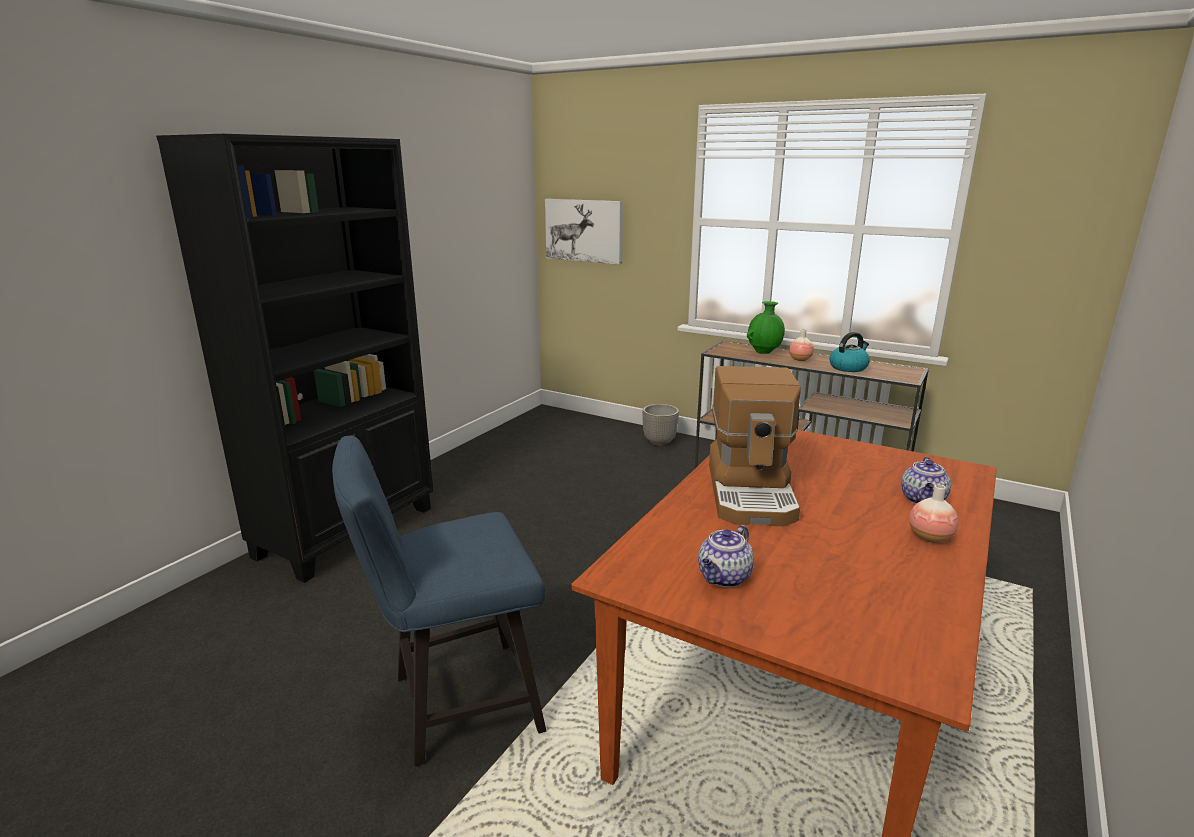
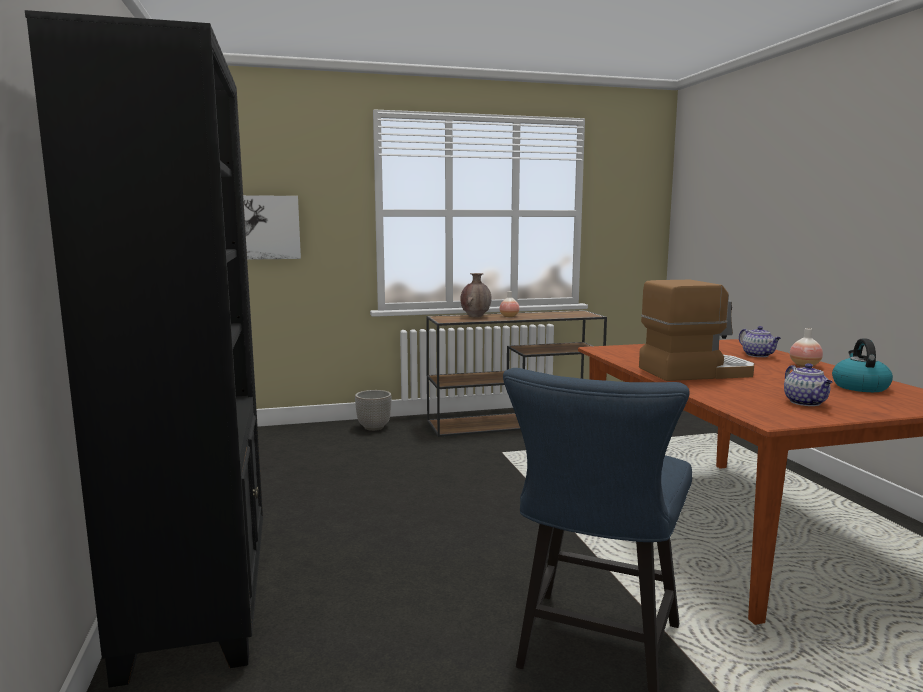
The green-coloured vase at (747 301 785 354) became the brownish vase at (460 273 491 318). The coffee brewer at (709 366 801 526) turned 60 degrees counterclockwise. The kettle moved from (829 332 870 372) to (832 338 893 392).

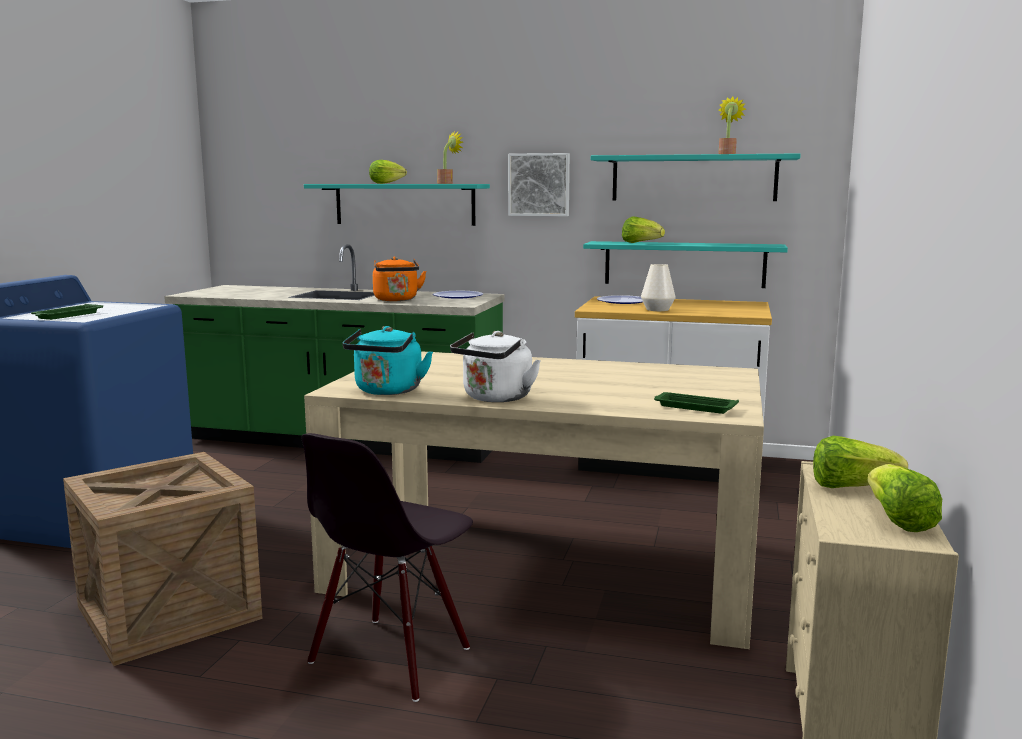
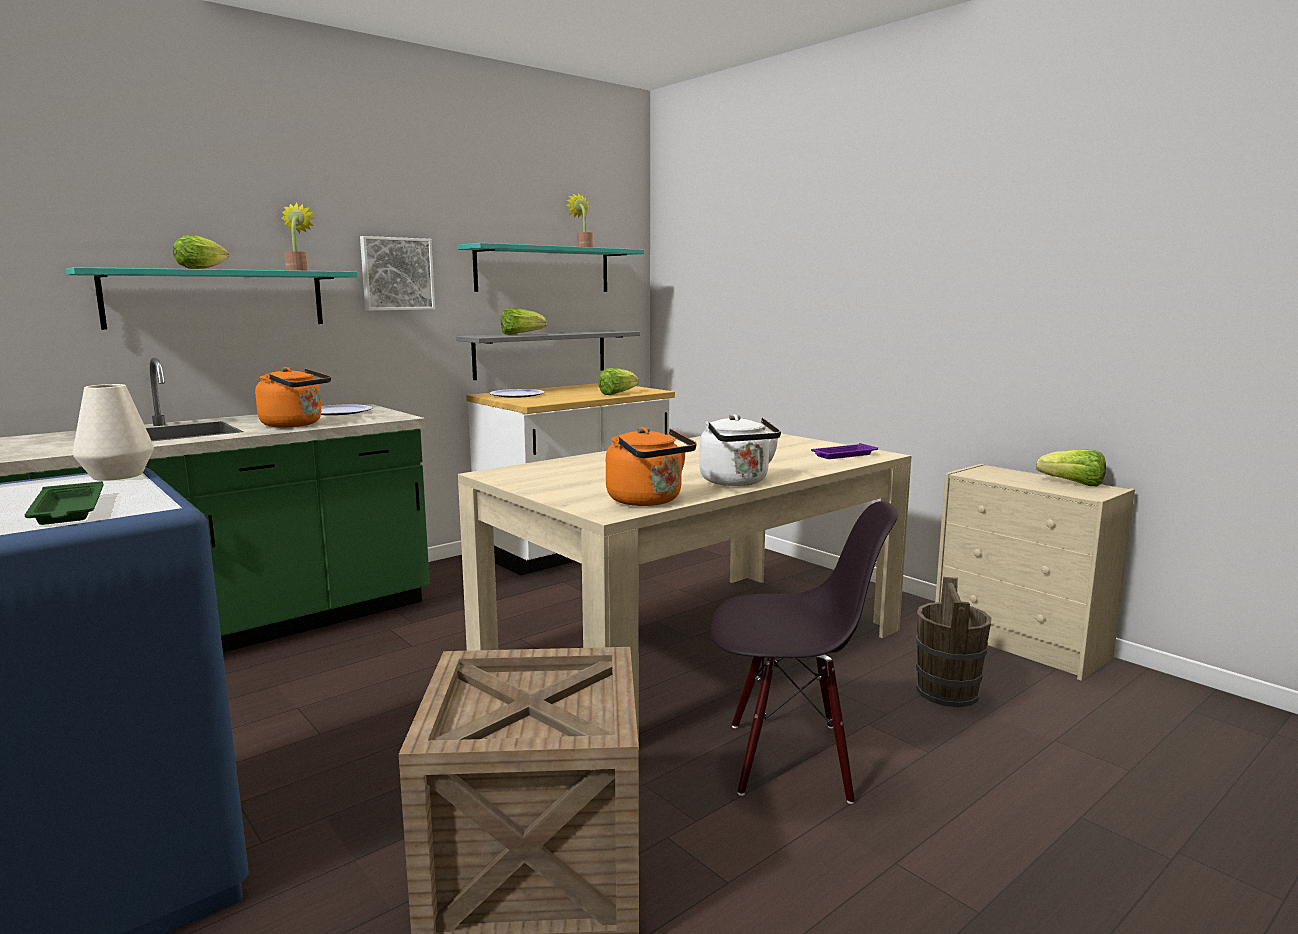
The white vase moved from (641 264 676 311) to (72 384 154 481). The turquoise wall shelf at (583 241 788 288) became the grey wall shelf at (456 330 640 380). The lettuce head moved from (813 436 908 488) to (598 368 639 395). The turquoise kettle at (343 326 433 395) became the orangey kettle at (606 427 697 506). The black upright chair at (301 433 473 702) turned 60 degrees counterclockwise. The green-coloured tray at (654 392 739 414) became the purplish tray at (811 443 878 459). The brownish water bucket at (916 577 992 707) appeared.

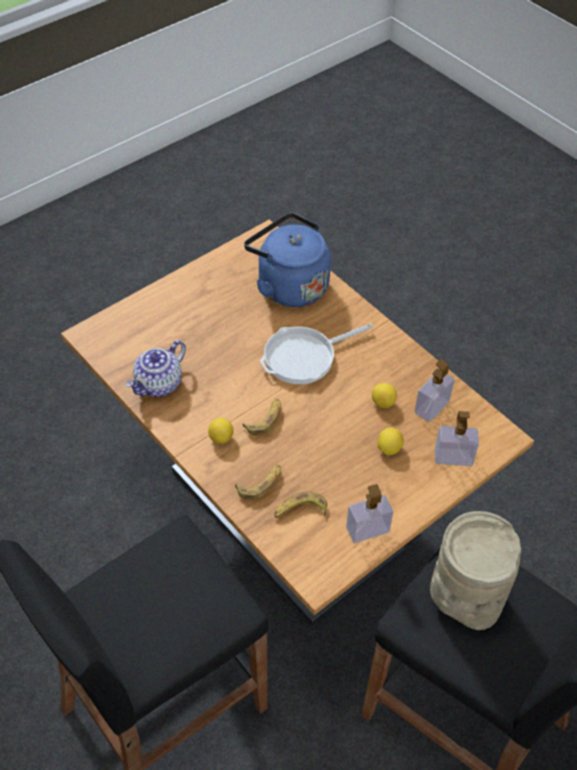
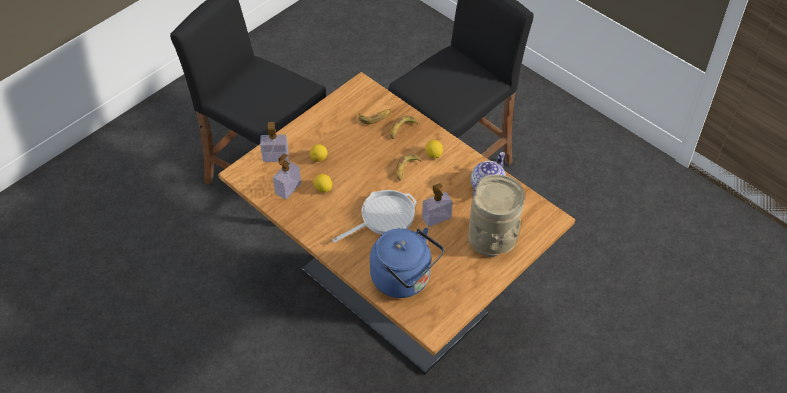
The soap bottle moved from (346 484 393 543) to (422 183 453 227). The beige-coloured vase moved from (430 511 522 630) to (468 175 525 257).

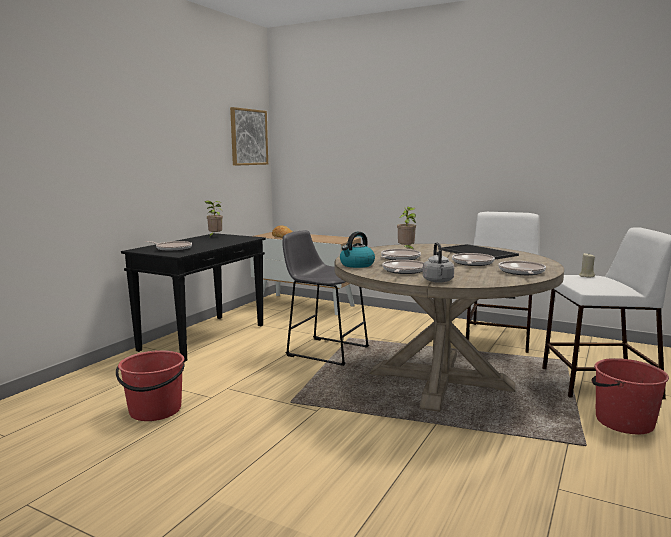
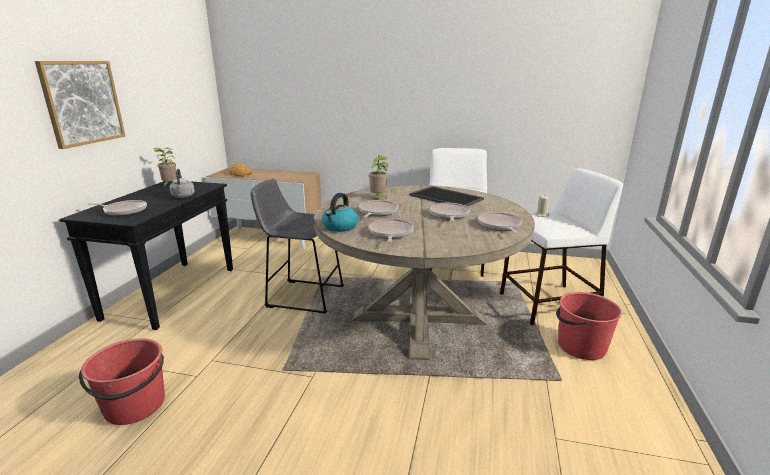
The wall picture moved from (230 107 268 166) to (35 61 125 149). The grey kettle moved from (423 242 454 283) to (170 169 195 198).

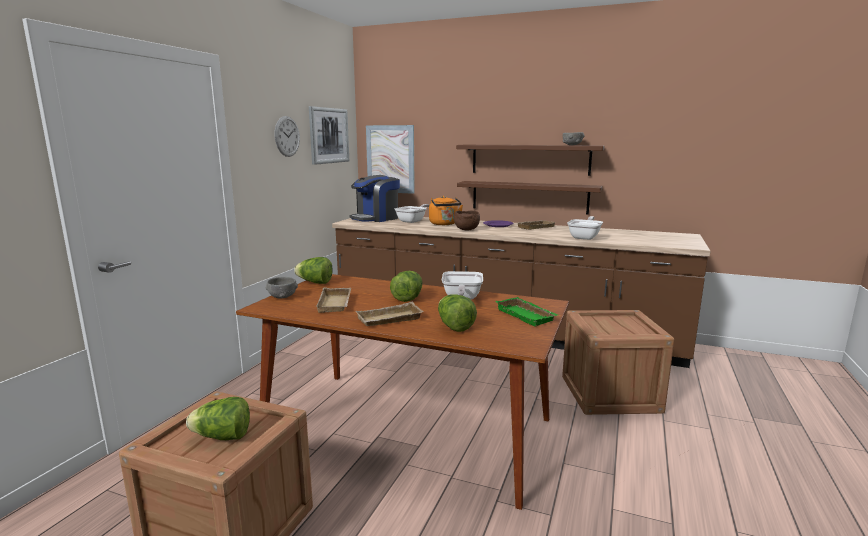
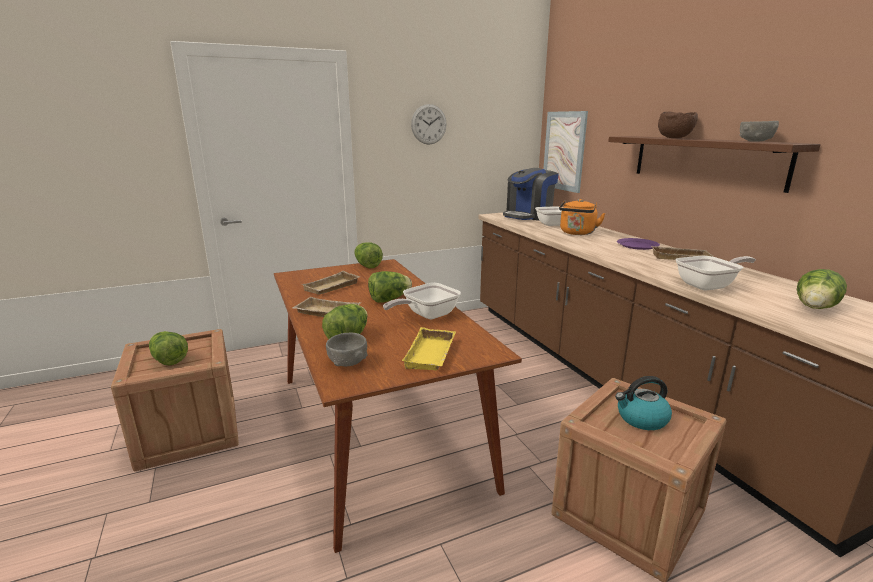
The grey deep dish moved from (265 277 298 299) to (326 333 368 366). The green-coloured tray at (495 297 558 327) became the yellow-coloured tray at (402 327 456 370). The coffee brewer at (350 175 400 222) turned 45 degrees counterclockwise. The kettle at (615 376 672 430) appeared. The brownish deep dish moved from (454 211 480 230) to (658 112 698 138). The lettuce head at (797 269 847 309) appeared. The wall picture at (309 106 349 165) disappeared. The brownish wall shelf at (457 181 602 214) disappeared.

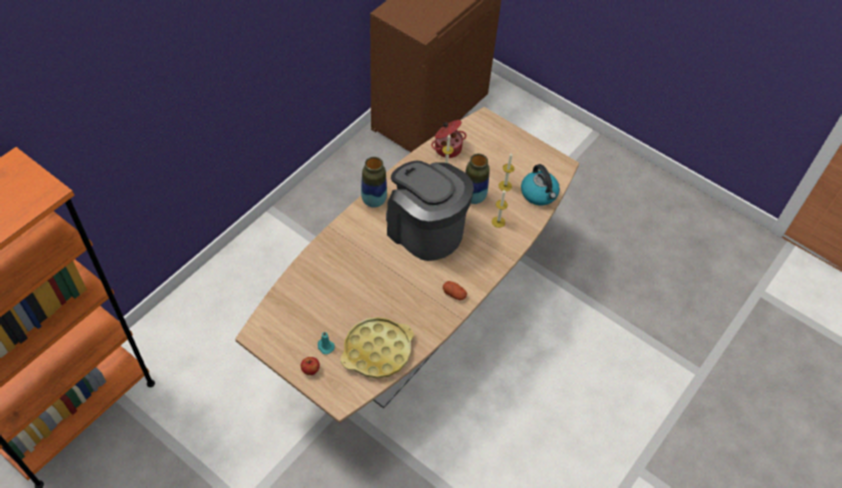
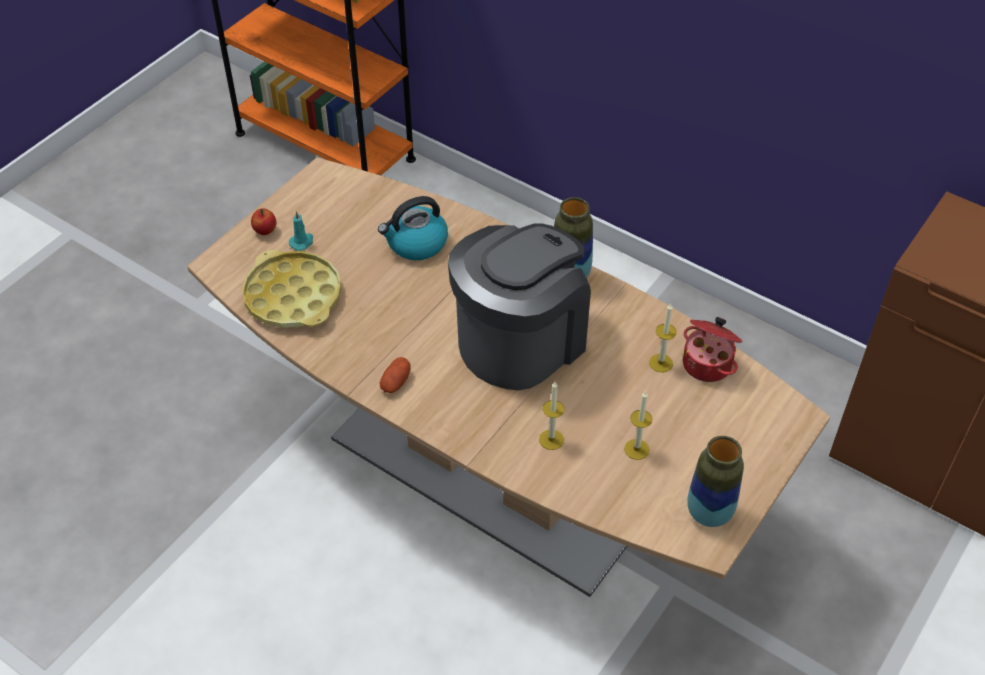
The kettle moved from (521 164 560 206) to (378 196 448 260). The vase moved from (465 154 490 204) to (687 436 744 527).

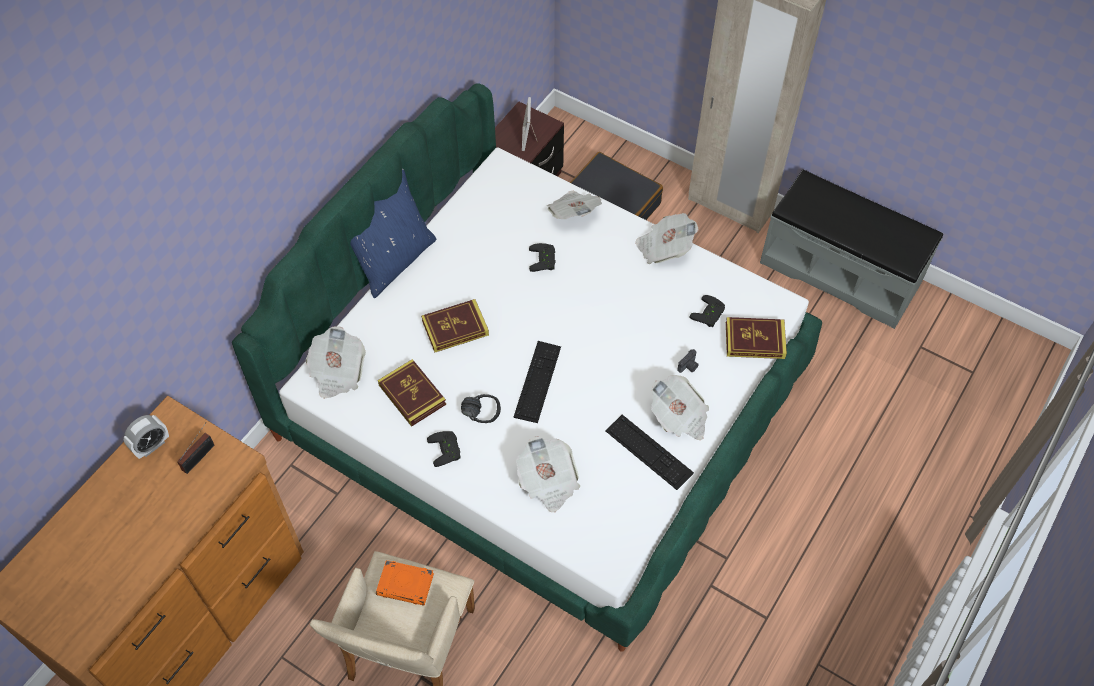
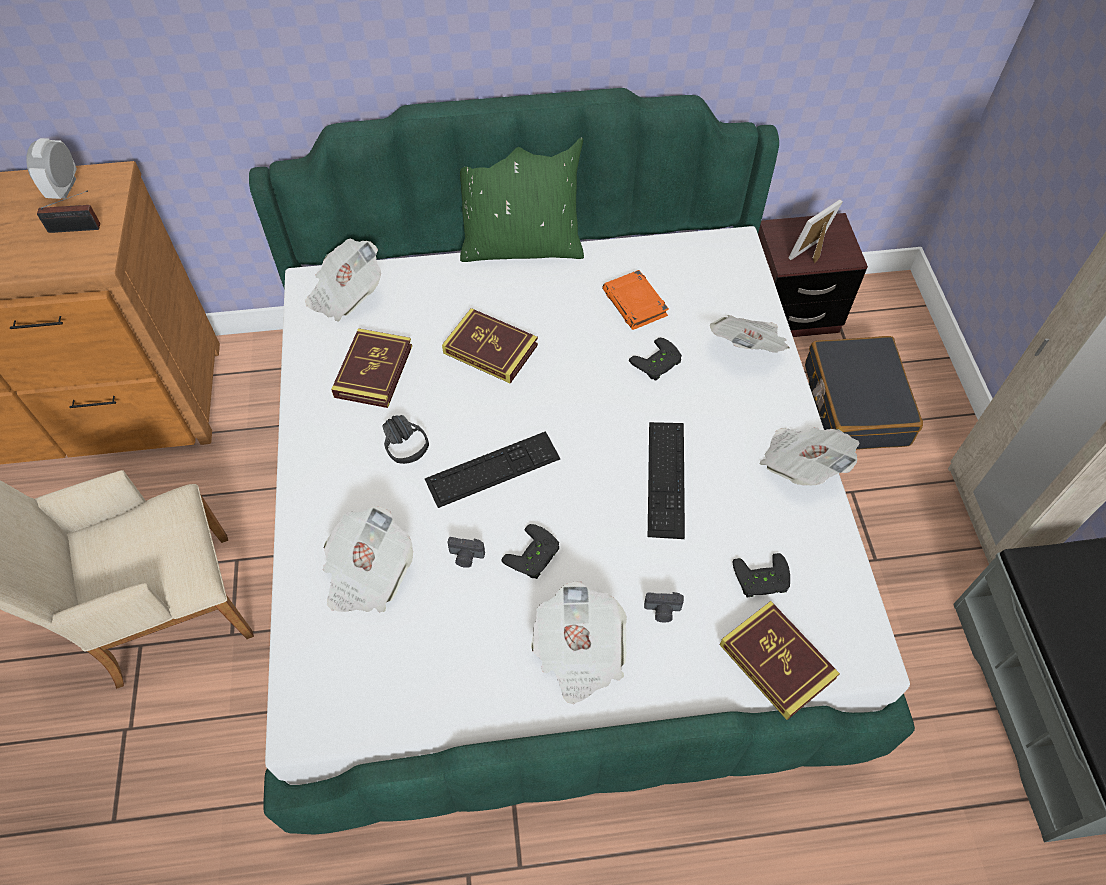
The table clock at (124 415 169 459) turned 90 degrees clockwise. The photo camera at (447 537 485 568) appeared. The bluish cushion at (350 169 436 298) became the green-coloured cushion at (460 137 584 262). The black joypad moved from (427 431 460 467) to (501 524 559 579). The orangey bound book moved from (376 560 434 606) to (602 270 669 330). The PC keyboard moved from (606 415 694 490) to (648 422 685 539).

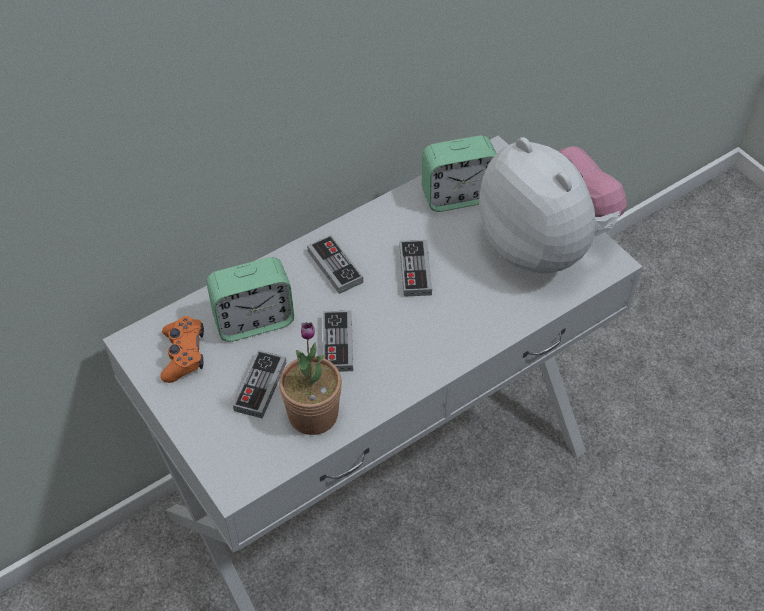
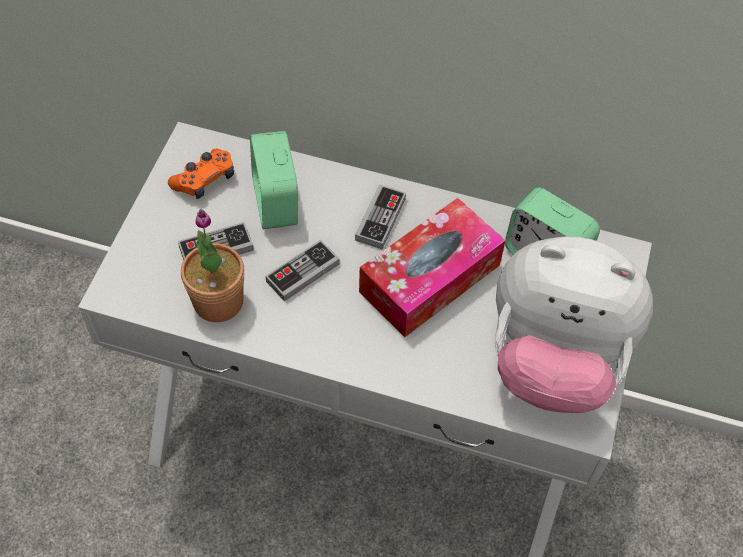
The table clock at (206 257 294 342) turned 45 degrees clockwise. The joypad at (400 240 432 297) was replaced by the tissue holder at (359 198 506 337). The cuddly toy at (479 137 627 273) turned 90 degrees clockwise.

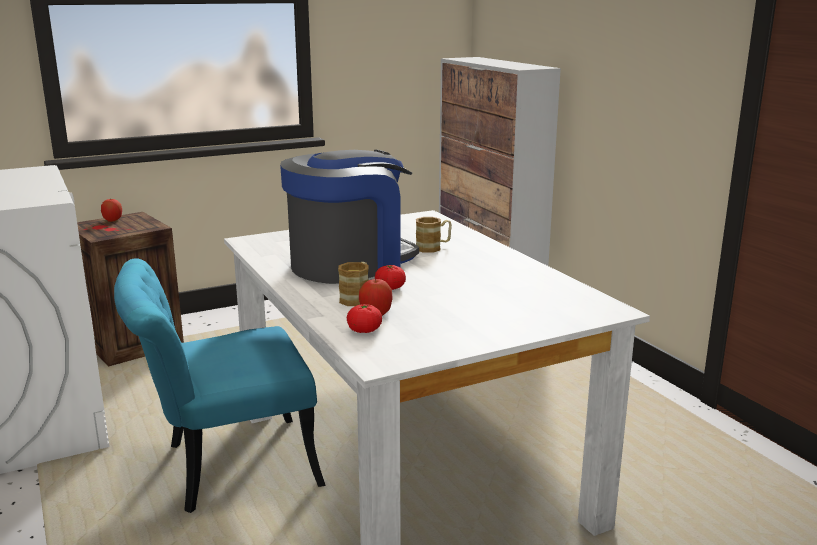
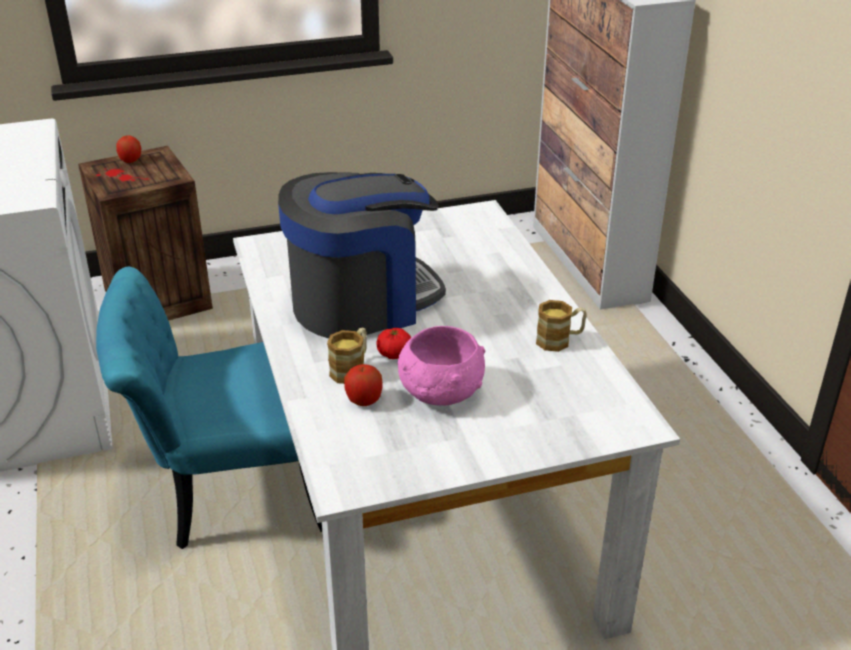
The pink deep dish at (398 326 485 405) appeared. The coffee mug moved from (416 217 452 253) to (536 300 587 352). The tomato at (347 304 382 333) disappeared.

